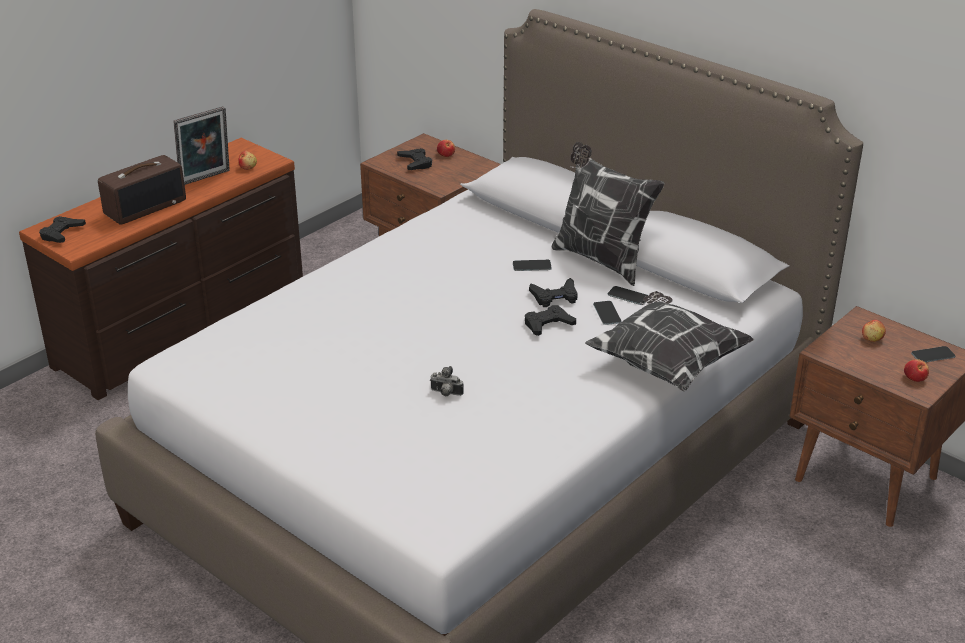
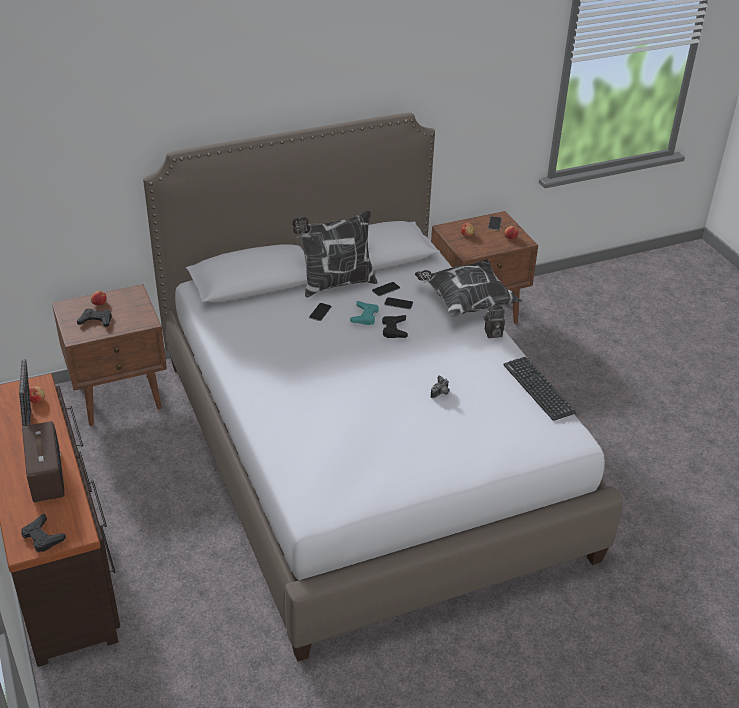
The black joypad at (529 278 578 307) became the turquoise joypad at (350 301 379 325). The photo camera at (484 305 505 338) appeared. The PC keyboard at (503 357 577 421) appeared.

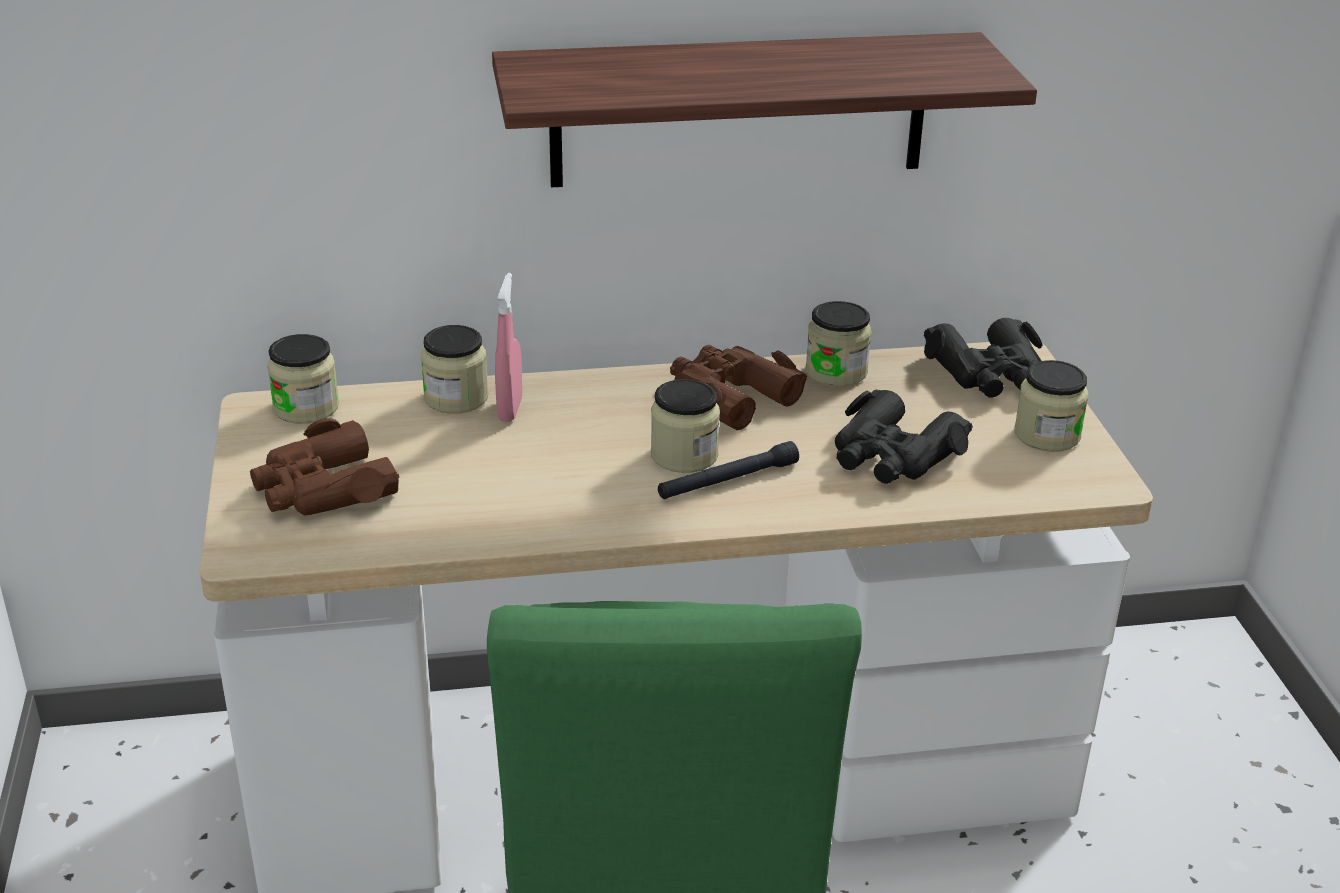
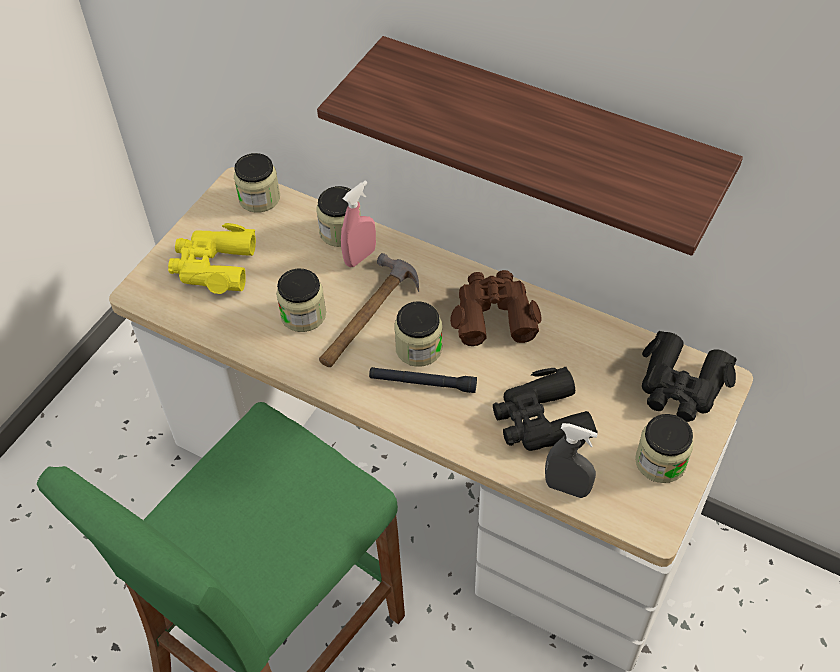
The brownish binoculars at (250 418 399 515) became the yellow-coloured binoculars at (168 223 256 294). The jar moved from (806 301 872 387) to (276 269 326 332). The tool hammer at (319 253 419 367) appeared. The grey hand sprayer at (545 423 598 498) appeared.

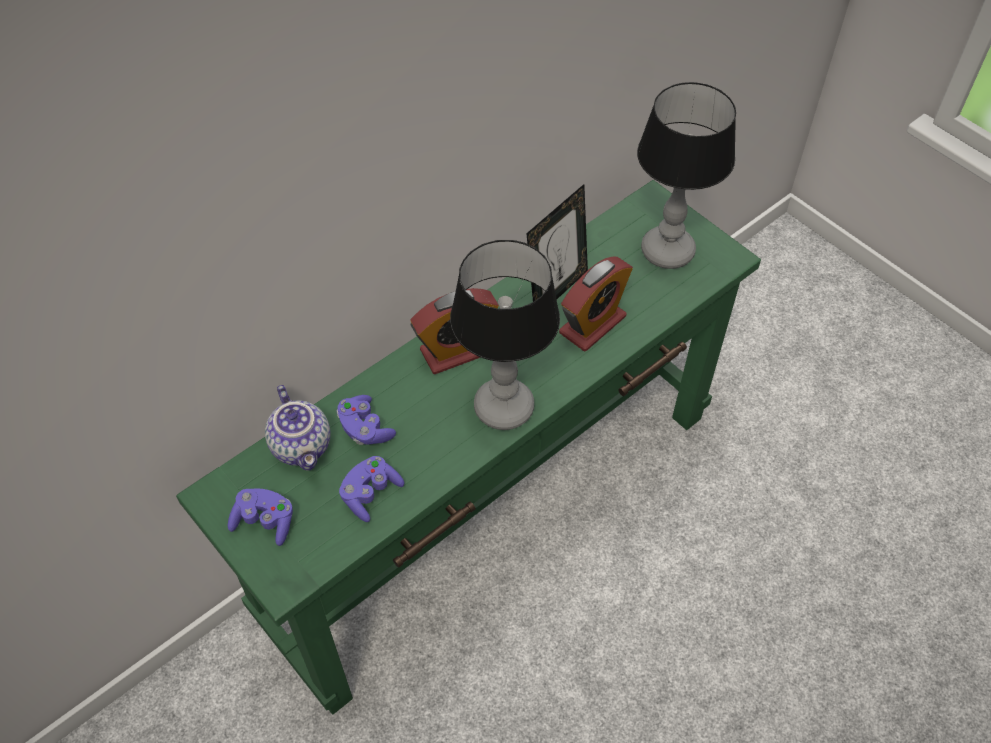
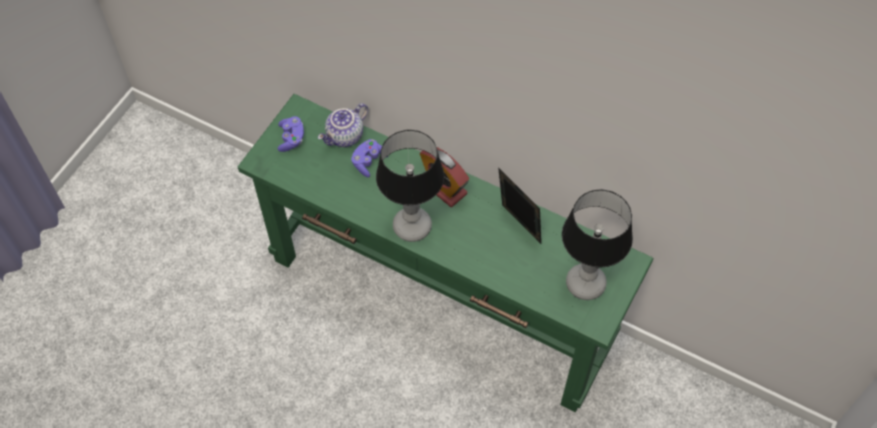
The photo frame at (526 184 588 302) turned 150 degrees counterclockwise. The purplish joypad at (339 456 404 522) disappeared. The table clock at (559 256 633 351) disappeared.

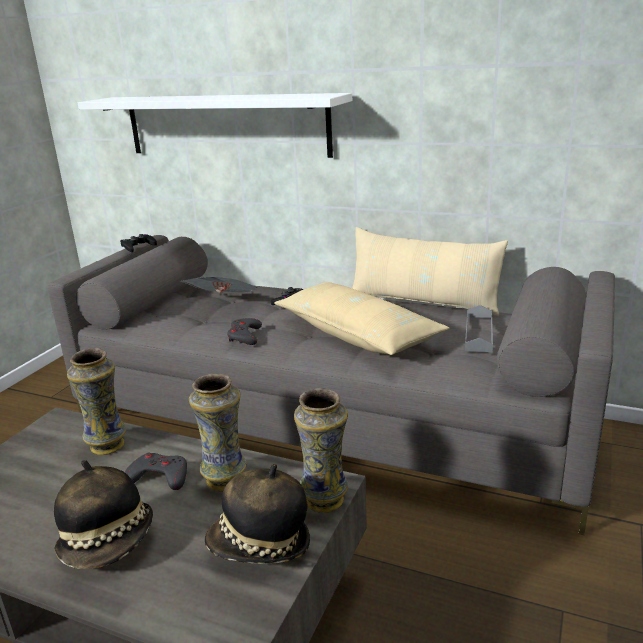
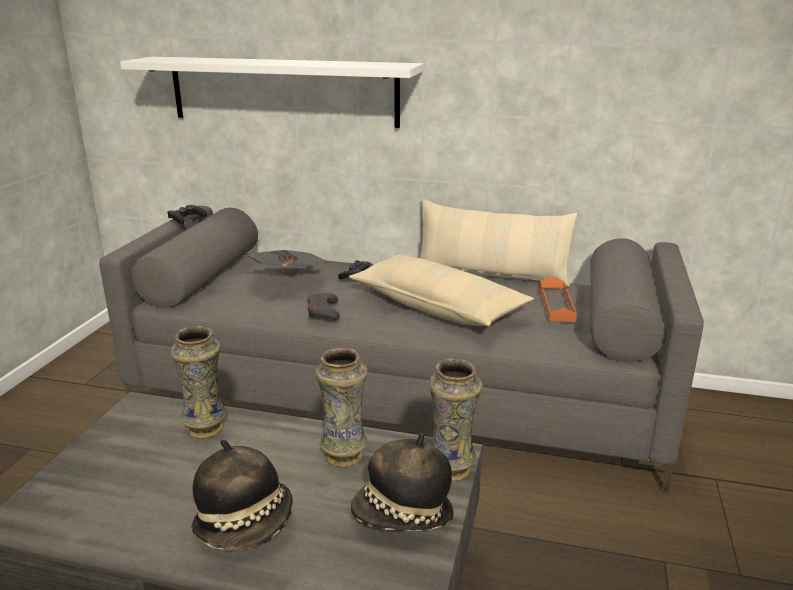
The grey tray at (465 305 493 353) became the orangey tray at (540 276 577 322). The grey joypad at (125 452 187 490) disappeared.

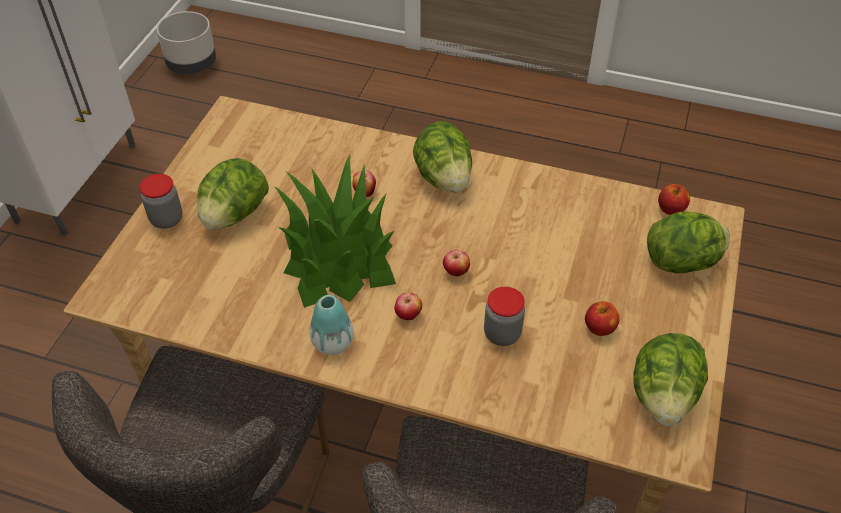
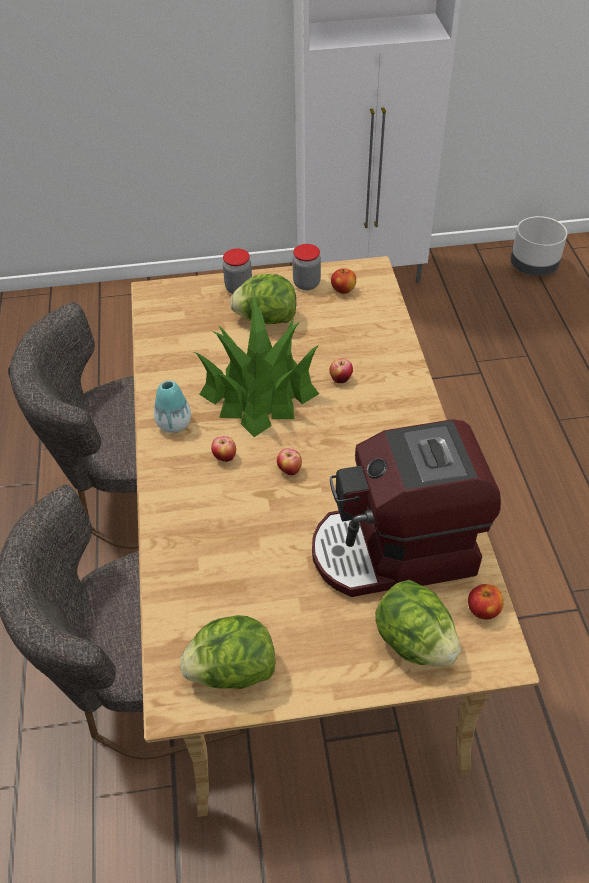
The jar moved from (484 287 525 346) to (293 244 321 290). The coffee brewer at (312 419 501 597) appeared. The apple fruit moved from (585 301 620 336) to (331 269 356 294). The lettuce head at (413 121 472 192) disappeared.

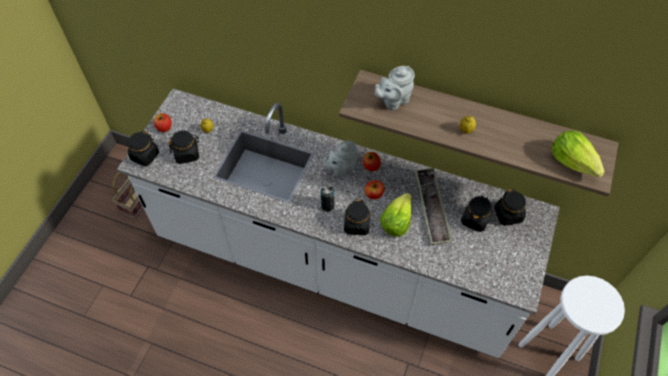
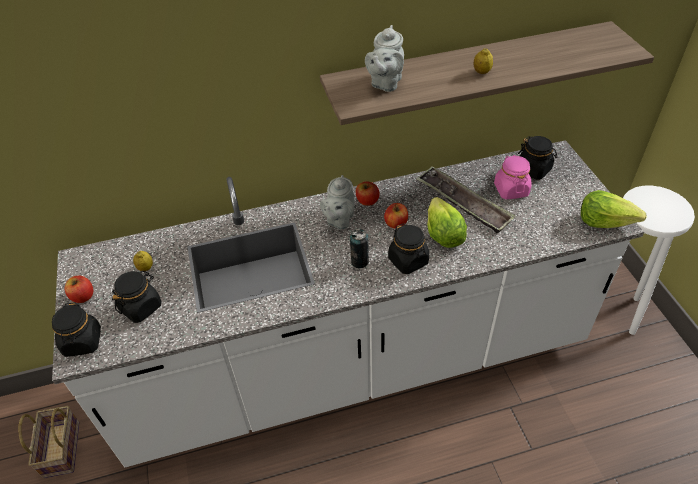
The black jar at (461 195 492 232) became the pink jar at (494 155 532 200). The lettuce head moved from (552 130 605 178) to (581 190 646 228).

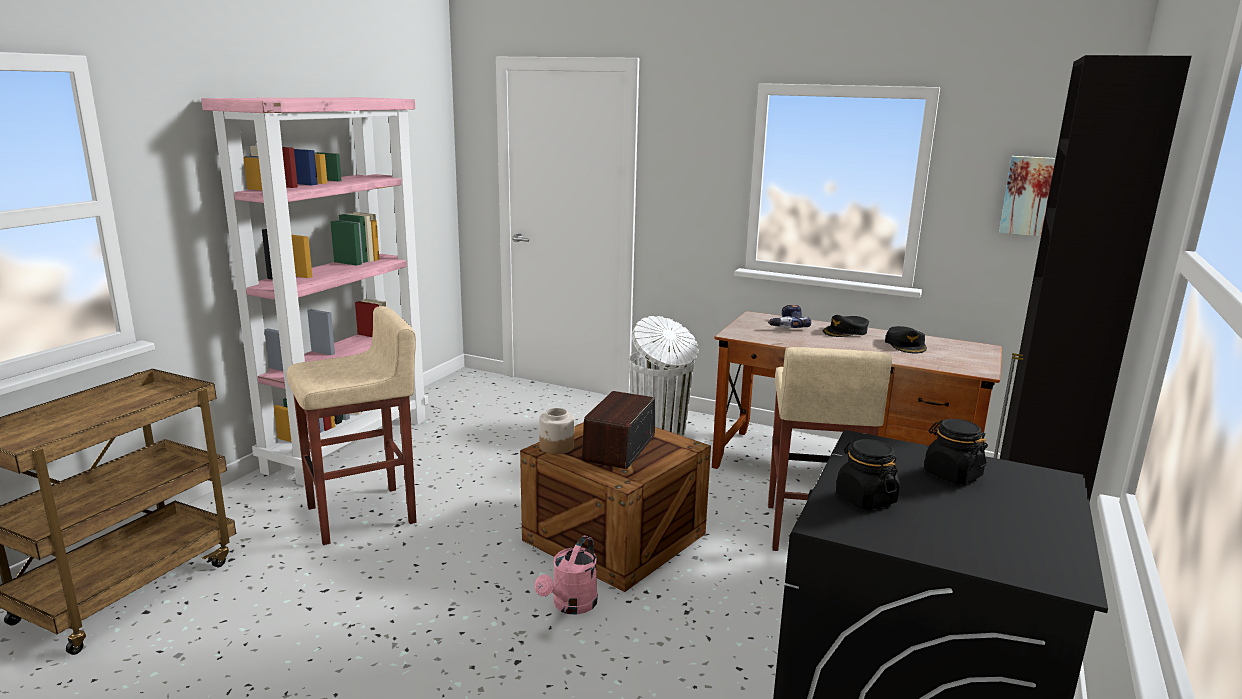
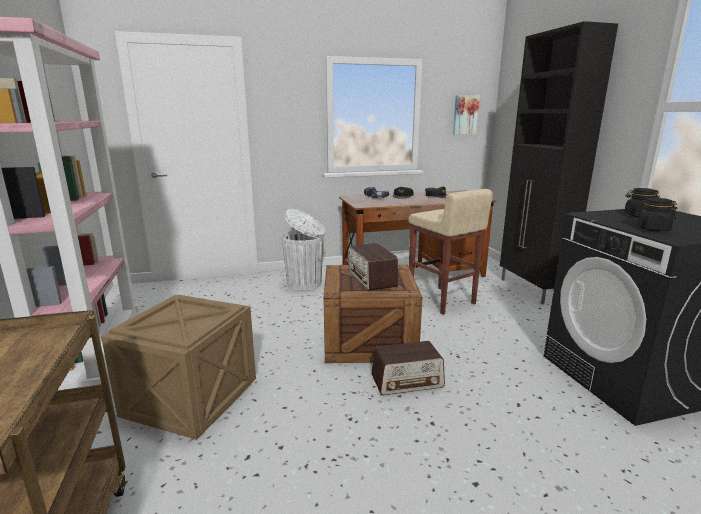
The beige-coloured sitting stool at (287 306 417 545) was replaced by the shipping crate at (101 295 256 440). The pink sprinkling can at (535 535 598 615) was replaced by the radio receiver at (371 341 445 395). The jar at (539 408 574 454) disappeared.

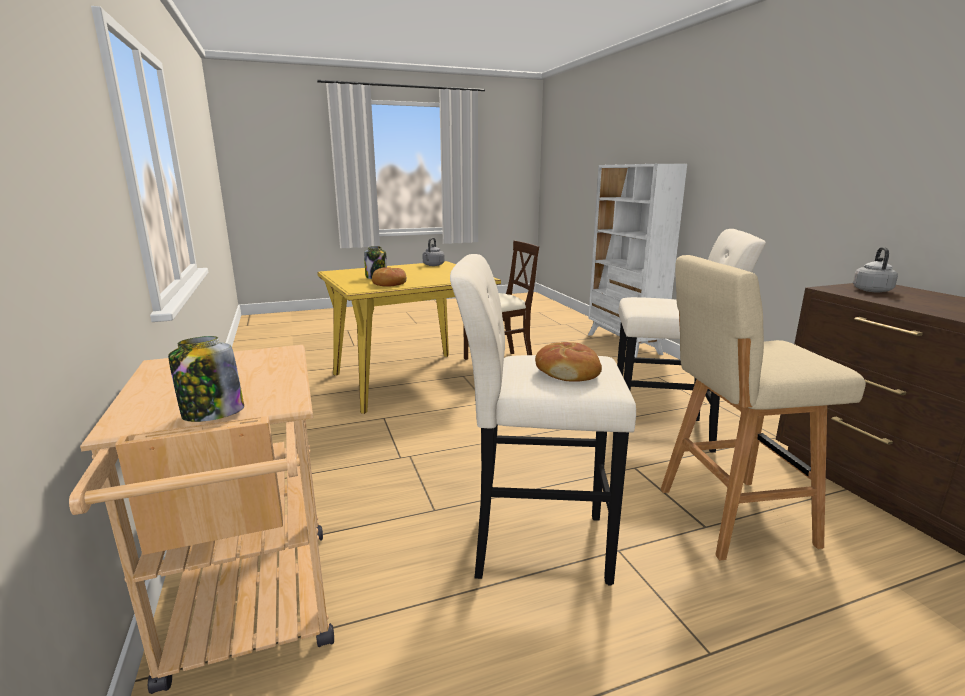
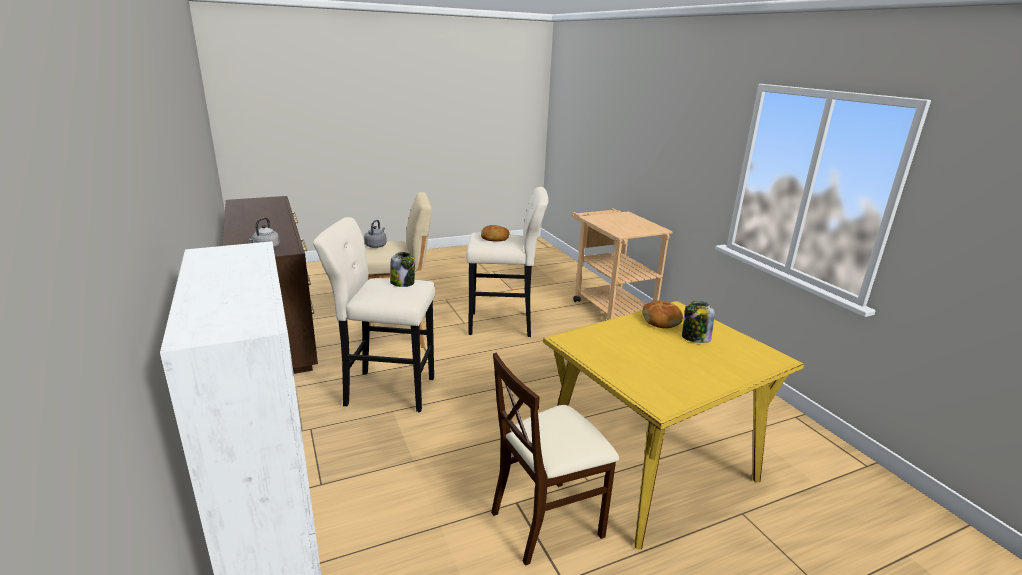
The grey kettle moved from (422 238 445 266) to (364 220 387 248). The jar moved from (168 336 244 422) to (390 252 415 287).

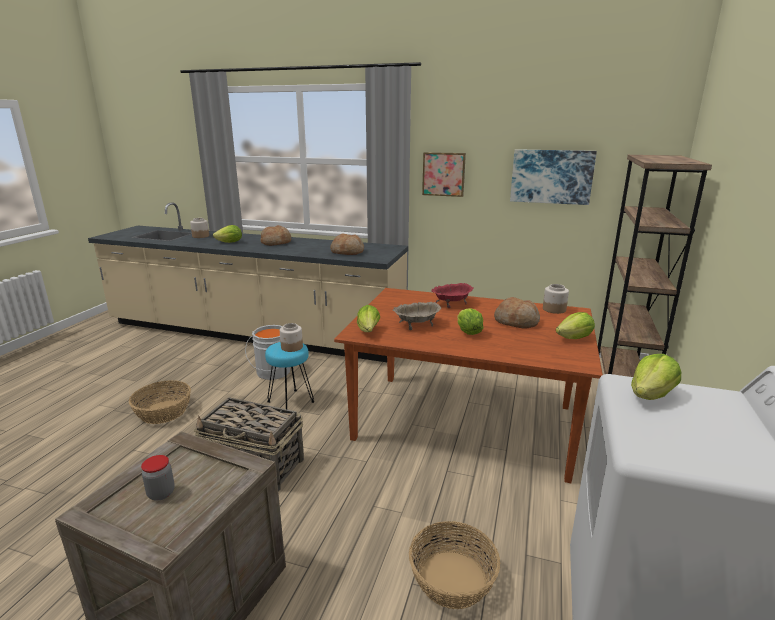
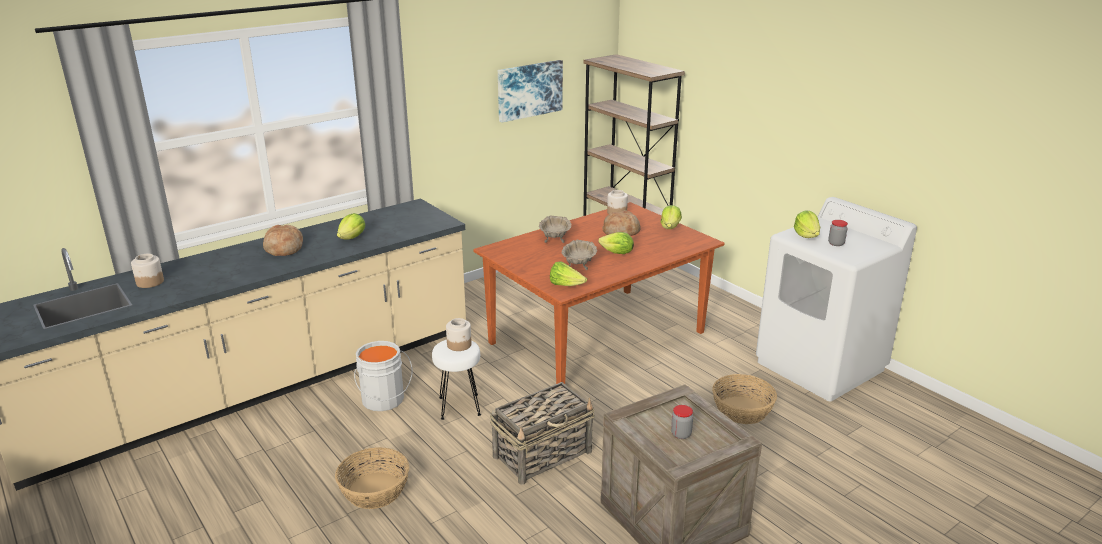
The lettuce head moved from (213 225 242 243) to (337 213 365 240). The turquoise sitting stool at (265 342 315 409) became the white sitting stool at (432 340 481 420). The reddish deep dish at (431 283 474 308) became the beige-coloured deep dish at (539 216 571 243). The jar at (828 220 848 246) appeared. The bread at (330 233 364 255) disappeared. The wall picture at (422 152 466 197) disappeared.

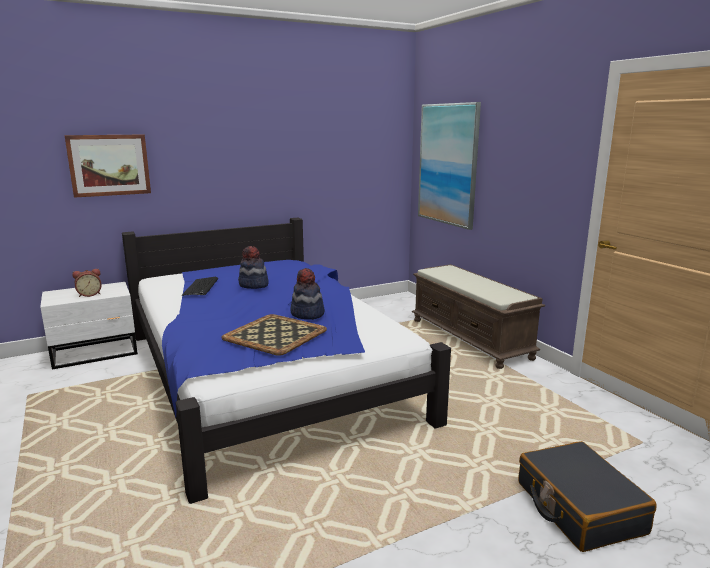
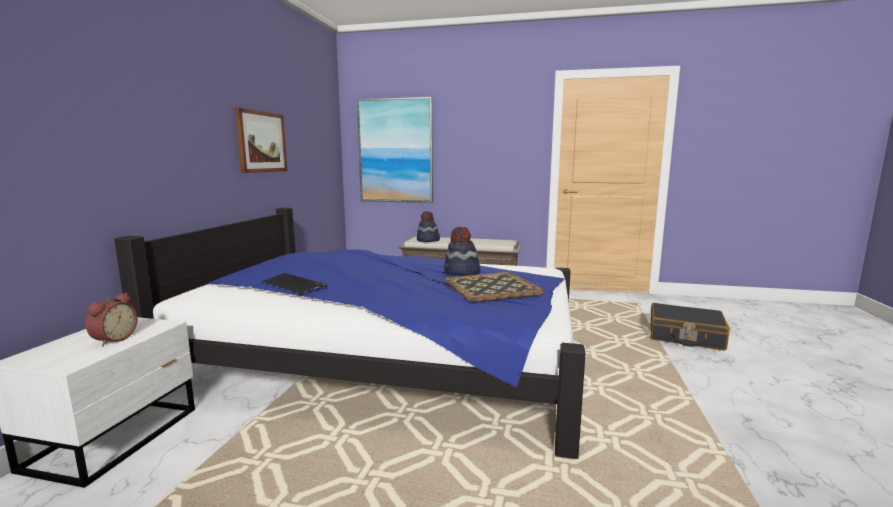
The wall picture moved from (65 135 151 198) to (235 107 287 173). The wearable hat moved from (238 246 269 289) to (417 211 440 242).

